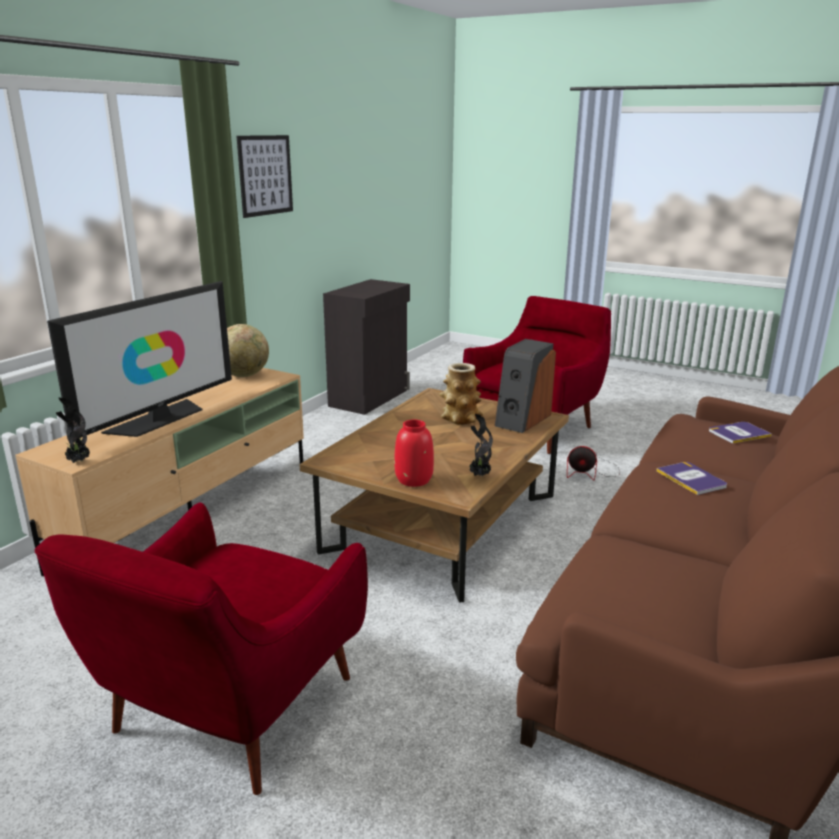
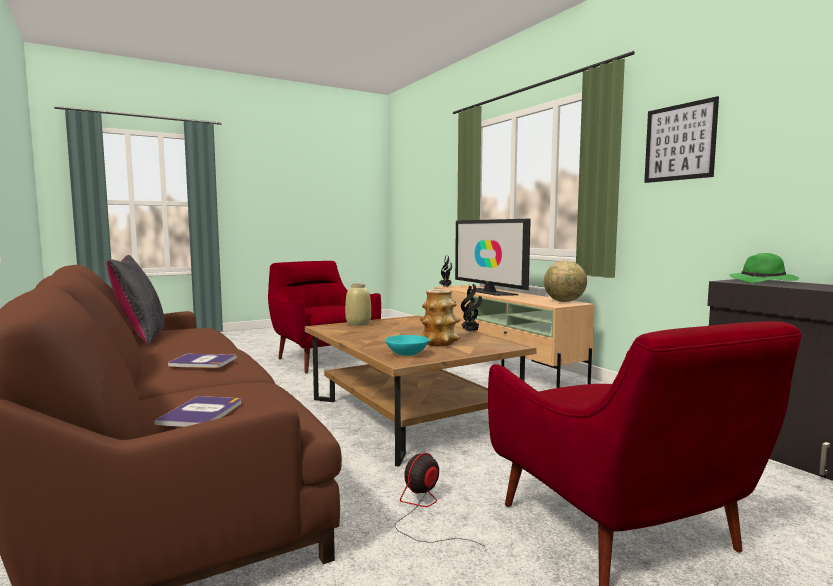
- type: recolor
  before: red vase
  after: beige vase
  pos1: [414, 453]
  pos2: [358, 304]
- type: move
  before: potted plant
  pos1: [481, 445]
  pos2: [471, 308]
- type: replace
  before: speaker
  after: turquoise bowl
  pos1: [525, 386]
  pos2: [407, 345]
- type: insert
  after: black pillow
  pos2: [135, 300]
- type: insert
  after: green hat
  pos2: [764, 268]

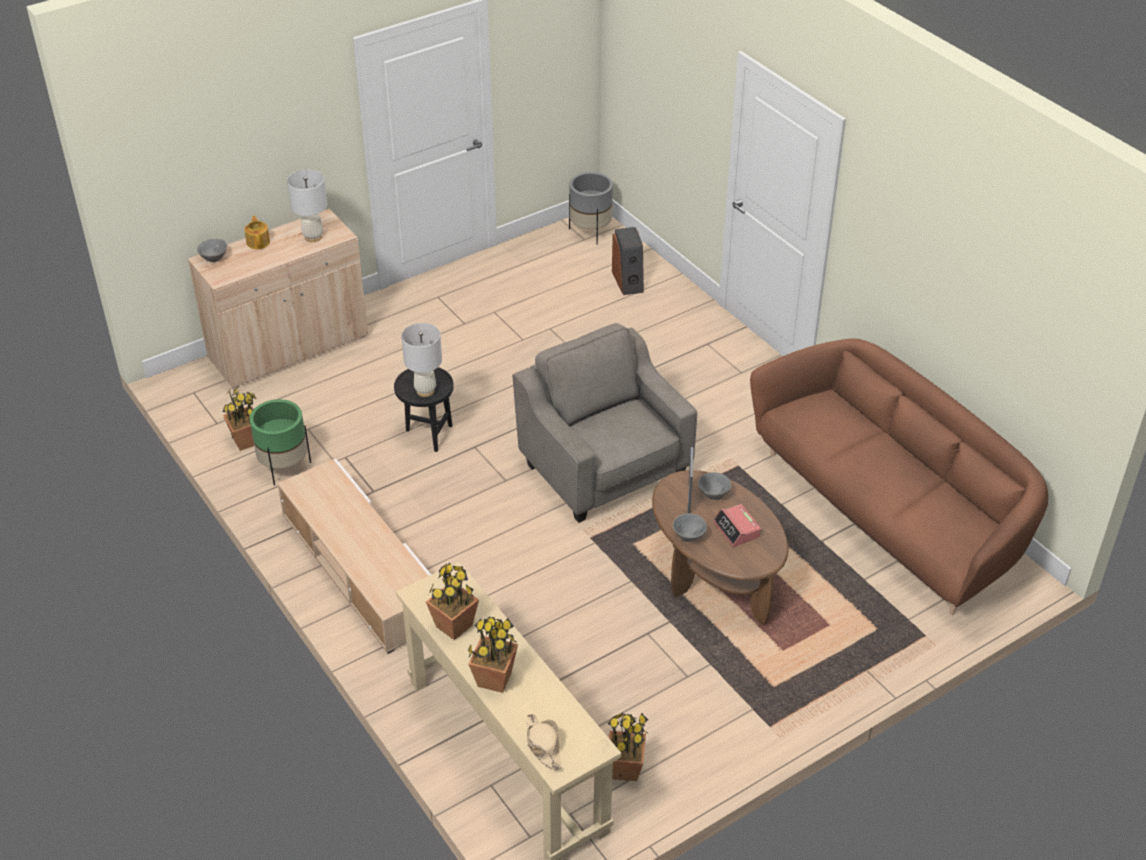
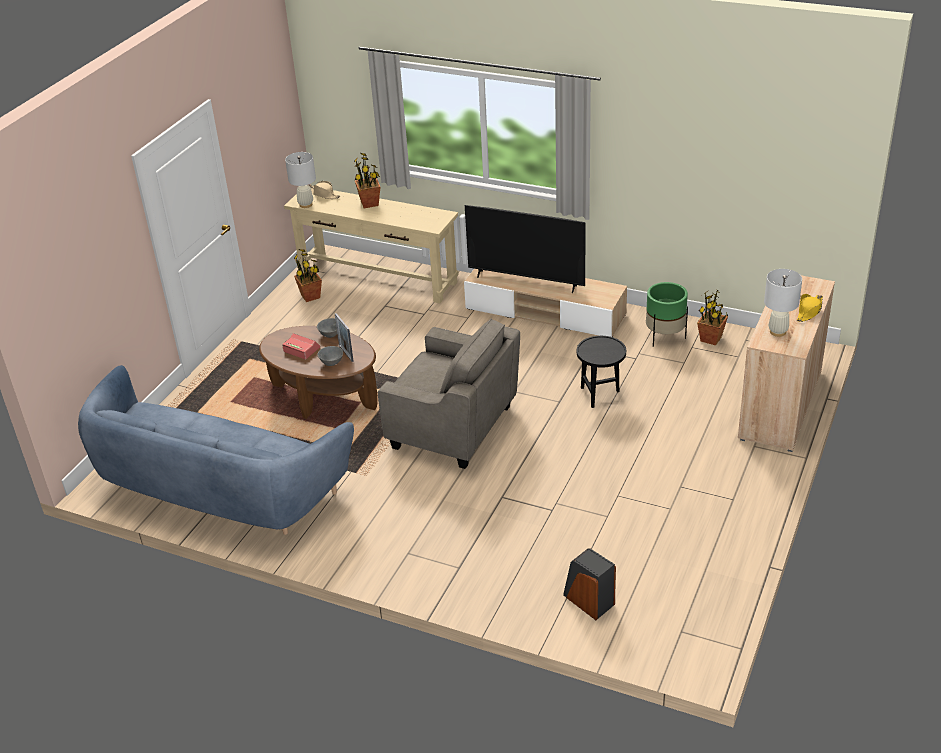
- type: delete
  before: grey bowl
  pos1: [212, 250]
- type: replace
  before: teapot
  after: yellow hat
  pos1: [257, 232]
  pos2: [810, 308]
- type: move
  before: white table lamp
  pos1: [421, 360]
  pos2: [300, 180]
- type: delete
  before: potted plant
  pos1: [452, 601]
- type: delete
  before: grey planter
  pos1: [591, 208]
- type: recolor
  before: brown sofa
  after: blue sofa
  pos1: [899, 476]
  pos2: [216, 450]
- type: insert
  after: television
  pos2: [525, 249]

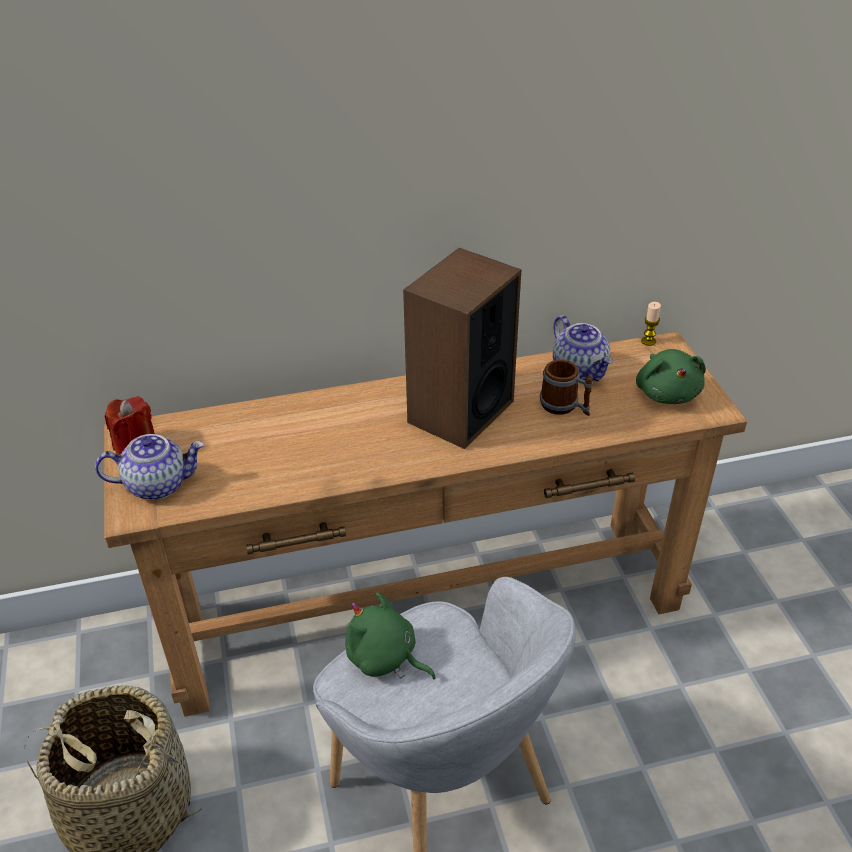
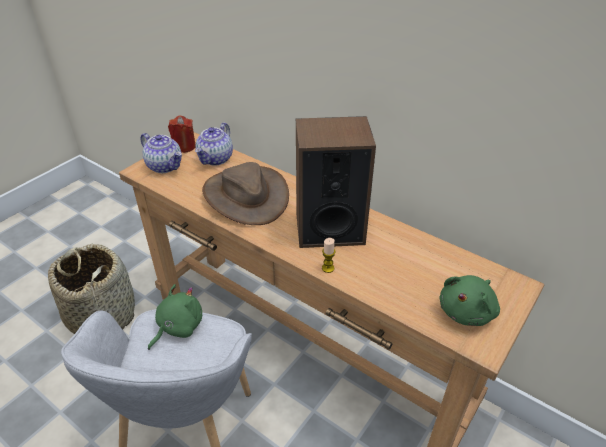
- type: rotate
  before: green plush toy
  pos1: [390, 635]
  pos2: [175, 317]
  turn: 45
- type: delete
  before: mug
  pos1: [566, 388]
- type: move
  before: teapot
  pos1: [583, 348]
  pos2: [214, 144]
- type: move
  before: candle
  pos1: [651, 324]
  pos2: [328, 255]
- type: insert
  after: brown hat
  pos2: [245, 193]

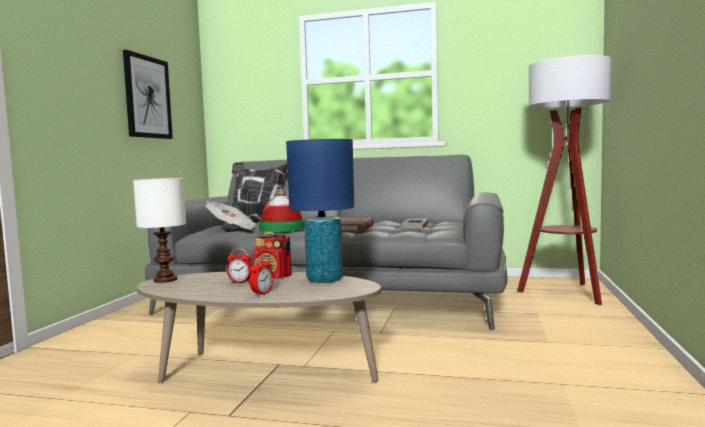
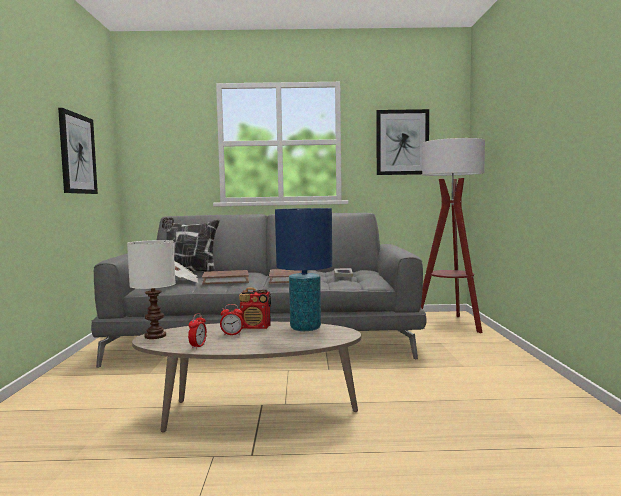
- type: move
  before: alarm clock
  pos1: [261, 276]
  pos2: [197, 331]
- type: replace
  before: hat
  after: brown book
  pos1: [282, 210]
  pos2: [225, 277]
- type: insert
  after: picture
  pos2: [402, 142]

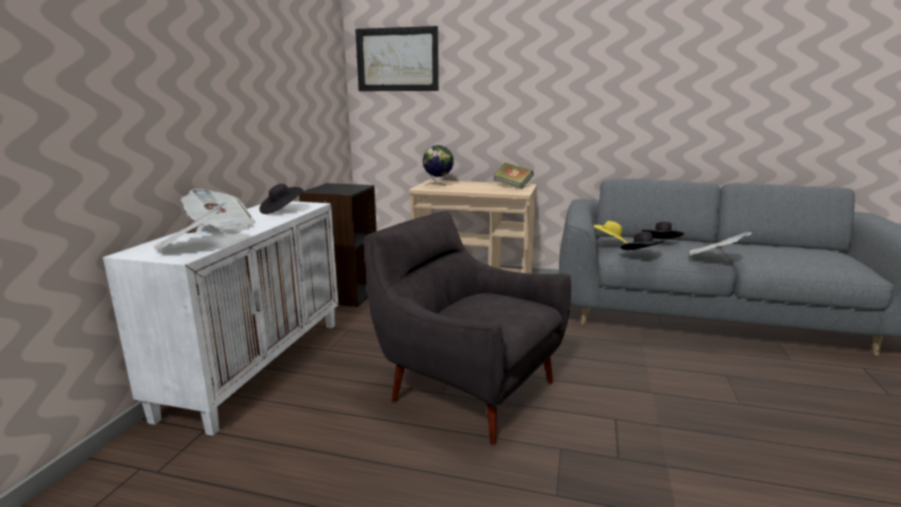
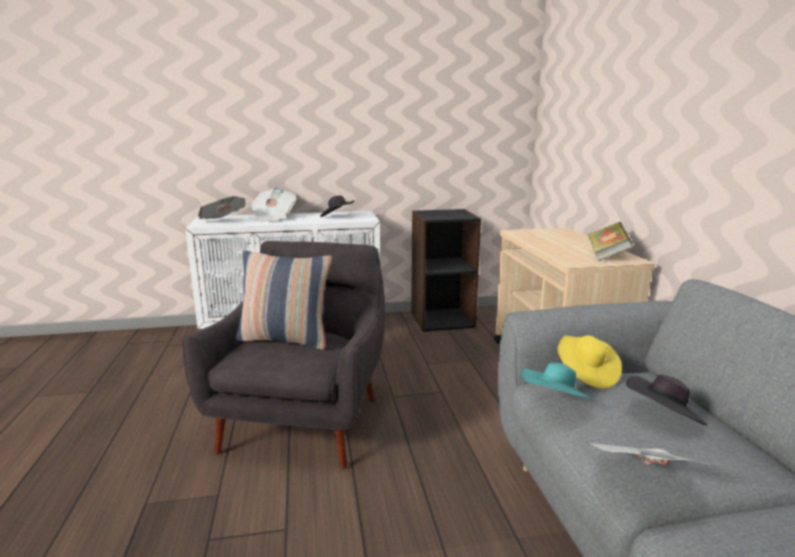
- type: delete
  before: picture
  pos1: [397, 58]
- type: delete
  before: globe
  pos1: [438, 165]
- type: recolor
  before: black hat
  after: turquoise hat
  pos1: [642, 241]
  pos2: [558, 382]
- type: insert
  after: pillow
  pos2: [284, 300]

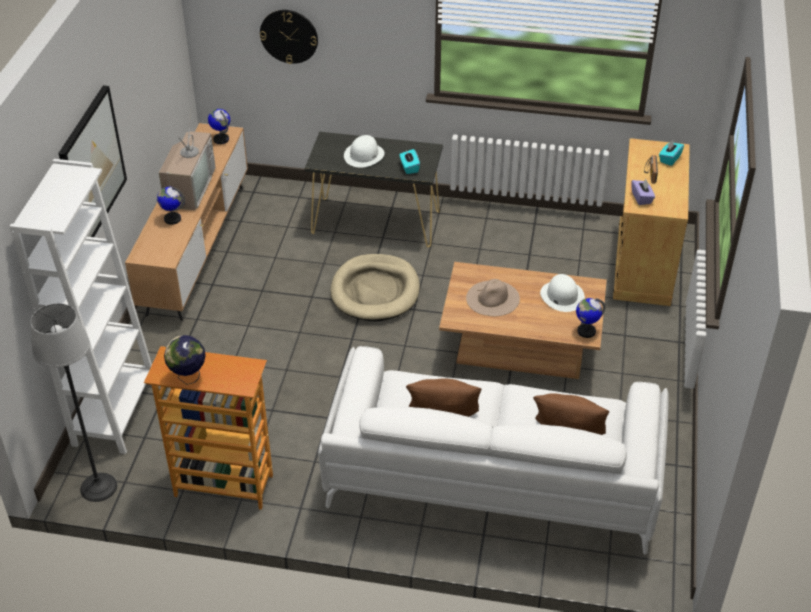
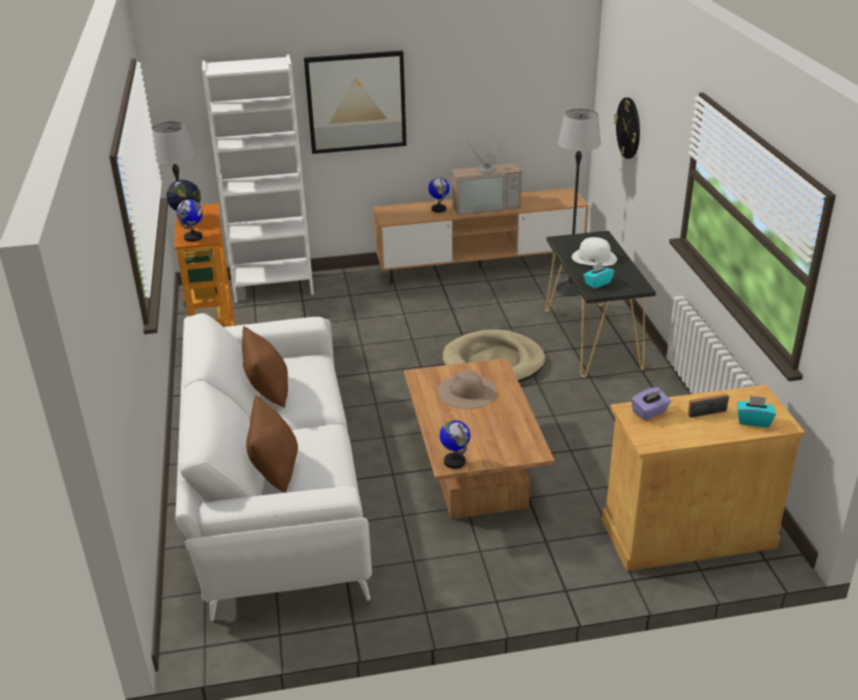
- type: move
  before: globe
  pos1: [219, 126]
  pos2: [190, 220]
- type: delete
  before: white hat
  pos1: [562, 293]
- type: insert
  after: floor lamp
  pos2: [578, 202]

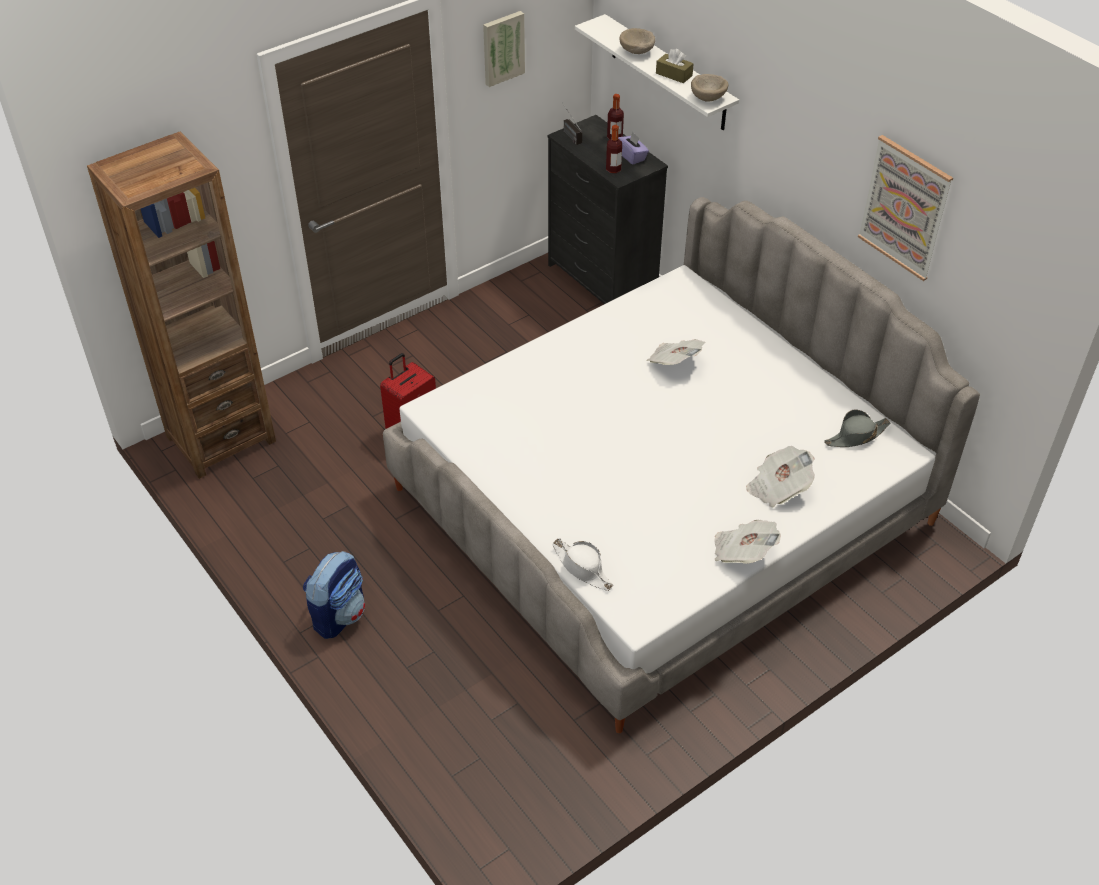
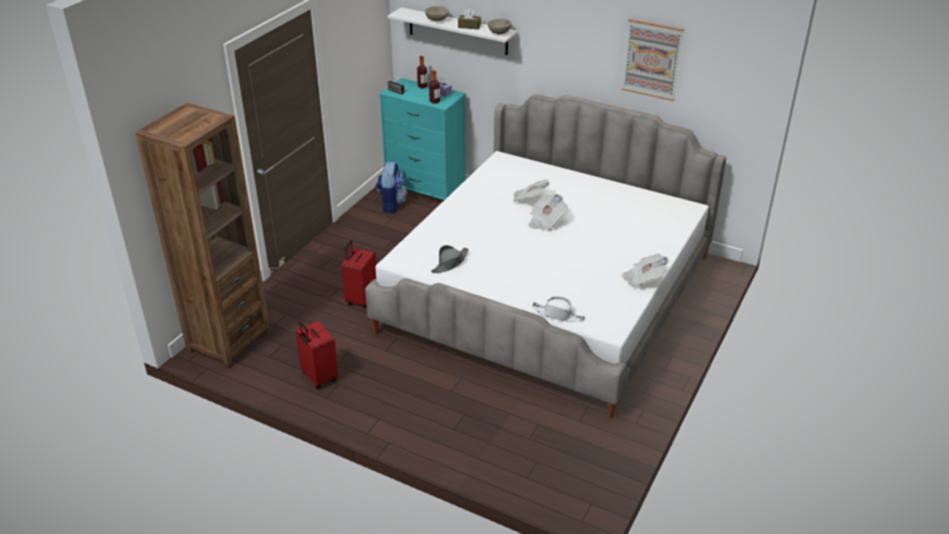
- type: move
  before: backpack
  pos1: [334, 595]
  pos2: [391, 187]
- type: delete
  before: picture
  pos1: [504, 49]
- type: recolor
  before: black dresser
  after: turquoise dresser
  pos1: [607, 209]
  pos2: [422, 139]
- type: move
  before: newspaper
  pos1: [780, 477]
  pos2: [548, 212]
- type: move
  before: grey hat
  pos1: [857, 428]
  pos2: [450, 259]
- type: insert
  after: red suitcase
  pos2: [317, 355]

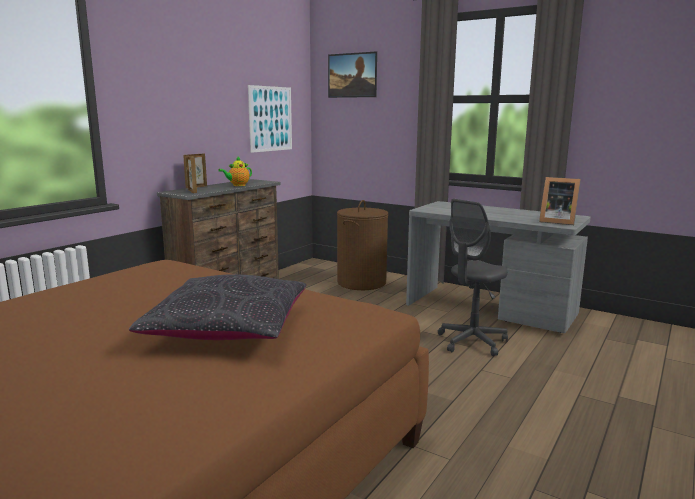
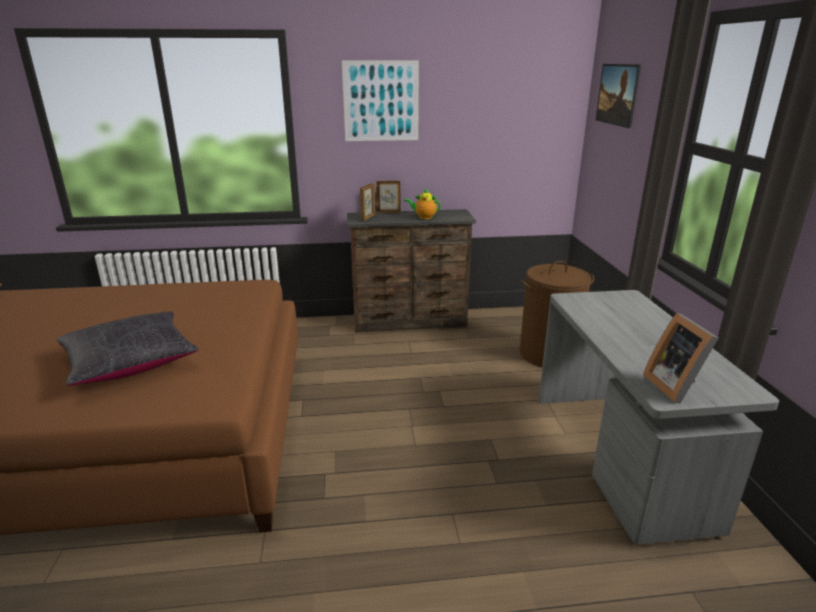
- type: move
  before: picture
  pos1: [270, 119]
  pos2: [380, 101]
- type: delete
  before: grey office chair
  pos1: [473, 277]

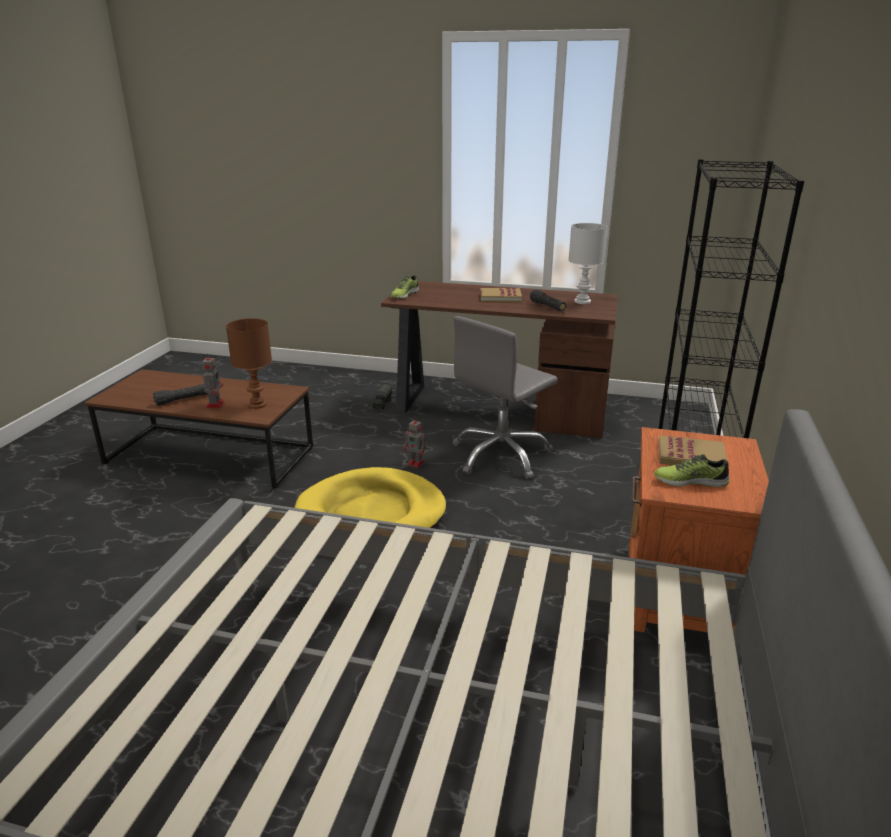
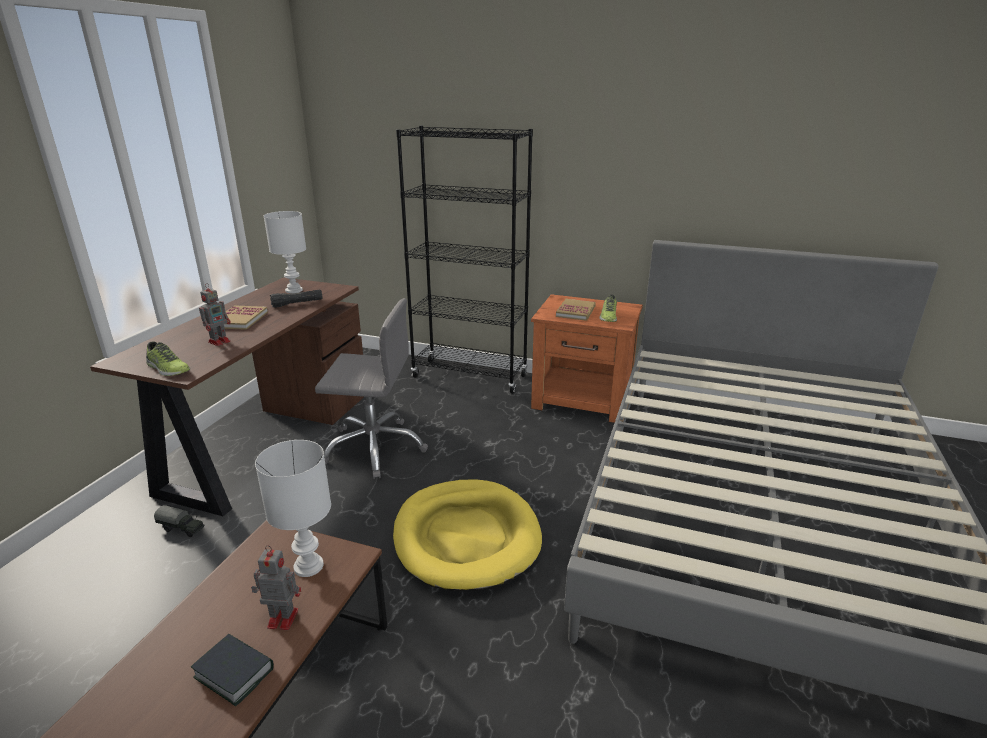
- type: replace
  before: black flashlight
  after: book
  pos1: [180, 395]
  pos2: [232, 670]
- type: recolor
  before: brown table lamp
  after: white table lamp
  pos1: [249, 363]
  pos2: [293, 508]
- type: move
  before: toy robot
  pos1: [416, 442]
  pos2: [215, 314]
- type: rotate
  before: grey office chair
  pos1: [505, 397]
  pos2: [371, 388]
  turn: -45

